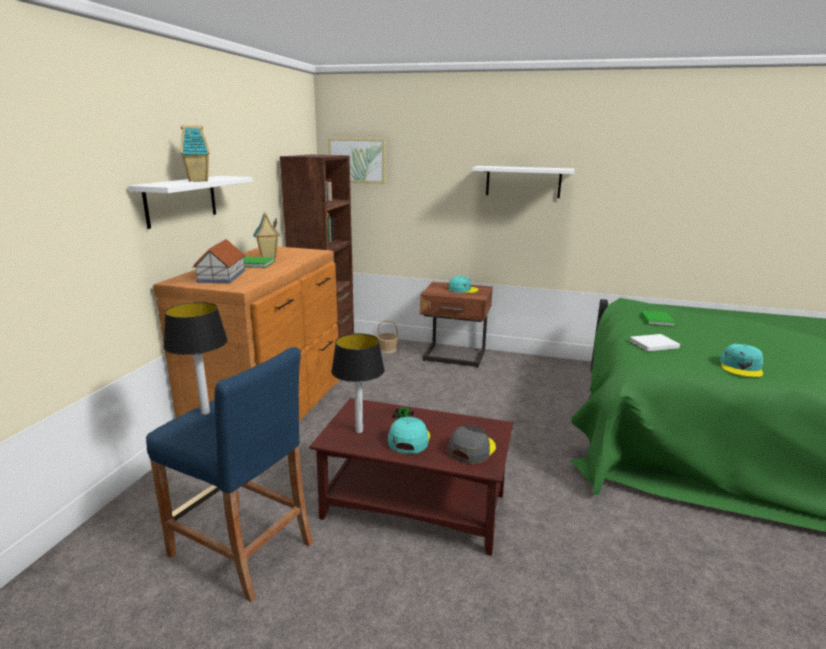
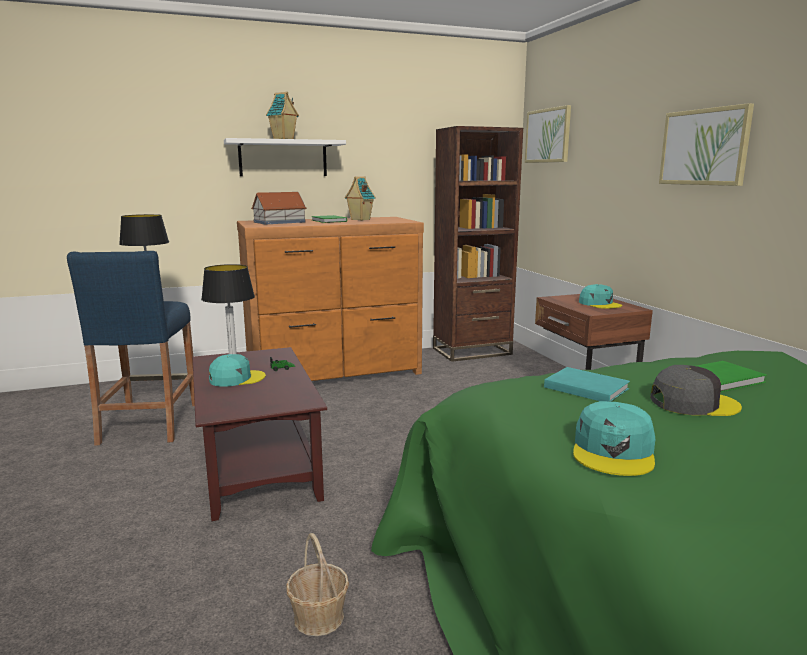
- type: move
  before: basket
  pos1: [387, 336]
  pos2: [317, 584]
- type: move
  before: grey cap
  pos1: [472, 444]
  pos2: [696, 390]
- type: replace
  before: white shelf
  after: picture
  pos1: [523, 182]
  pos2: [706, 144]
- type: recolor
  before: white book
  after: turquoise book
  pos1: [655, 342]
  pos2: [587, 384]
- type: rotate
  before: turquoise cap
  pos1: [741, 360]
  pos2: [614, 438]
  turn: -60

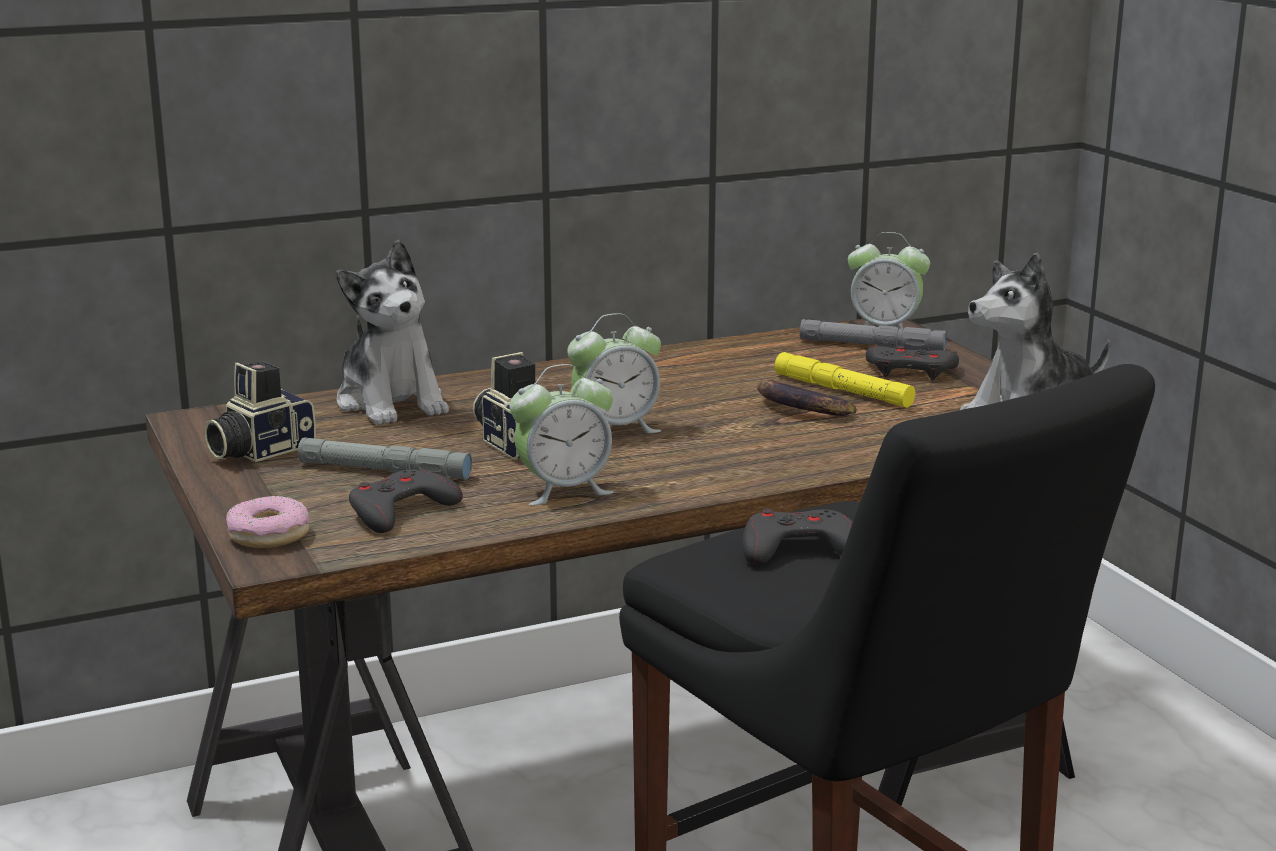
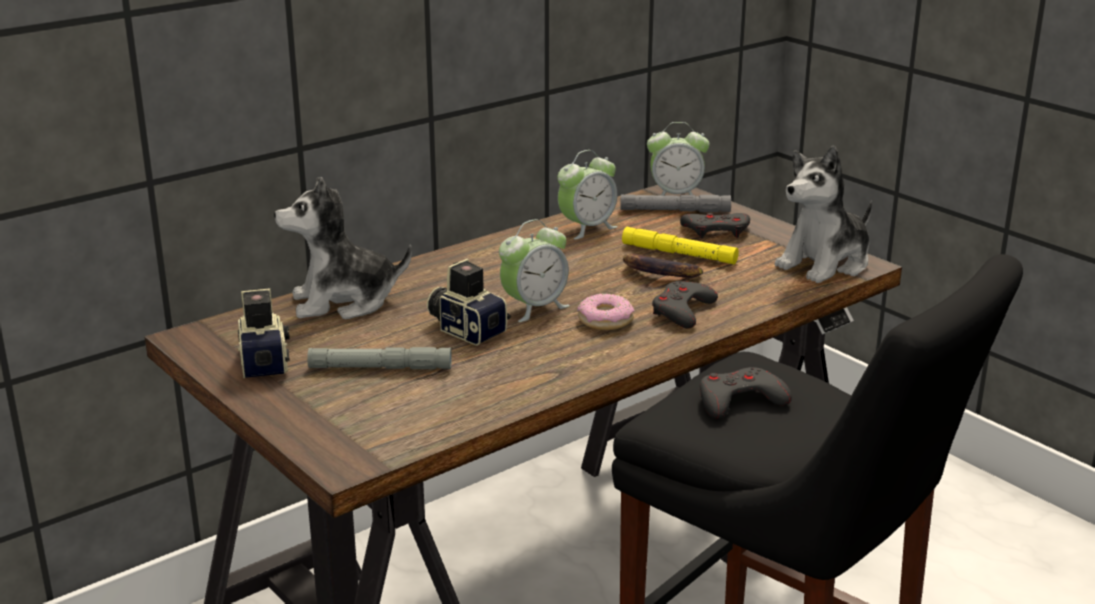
- type: rotate
  before: photo camera
  pos1: [260, 412]
  pos2: [264, 333]
  turn: 135
- type: move
  before: donut
  pos1: [267, 521]
  pos2: [605, 311]
- type: rotate
  before: plush toy
  pos1: [392, 332]
  pos2: [343, 248]
  turn: 120
- type: move
  before: grey game controller
  pos1: [406, 501]
  pos2: [685, 304]
- type: move
  before: alarm clock
  pos1: [561, 435]
  pos2: [588, 194]

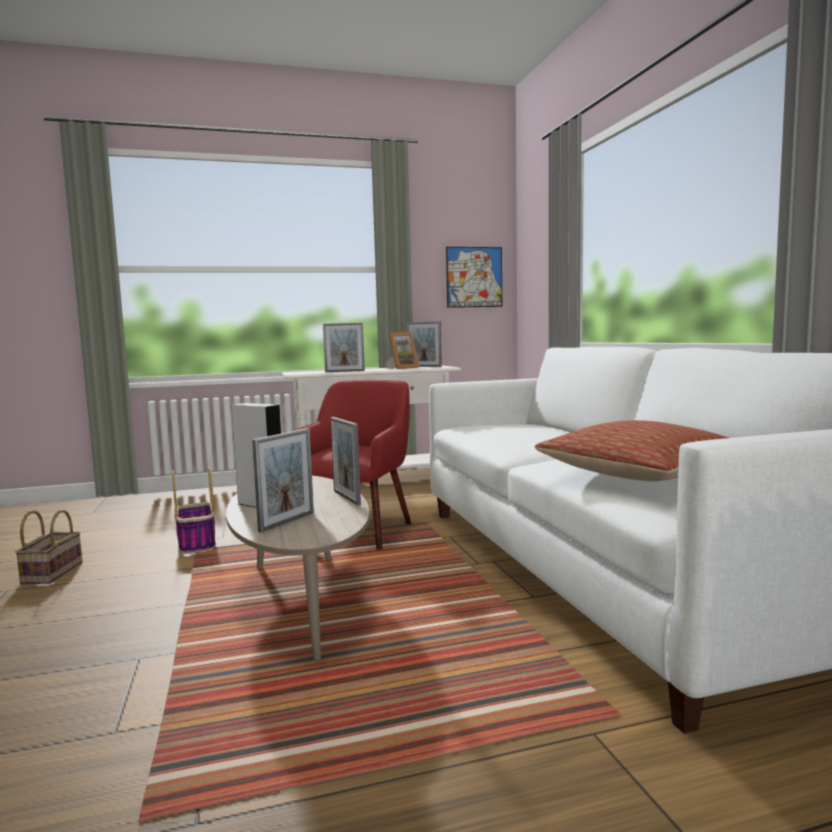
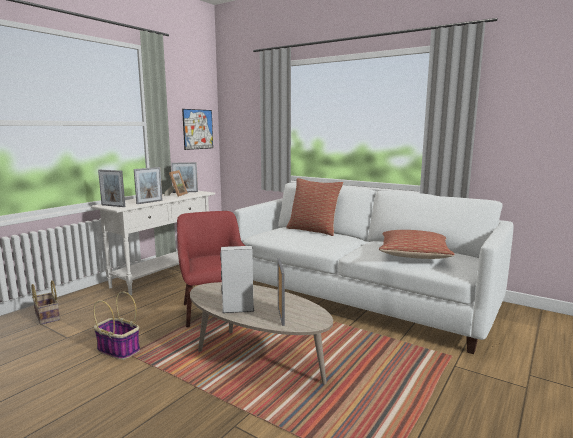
- type: move
  before: basket
  pos1: [48, 547]
  pos2: [45, 302]
- type: move
  before: picture frame
  pos1: [346, 461]
  pos2: [111, 188]
- type: insert
  after: pillow
  pos2: [314, 207]

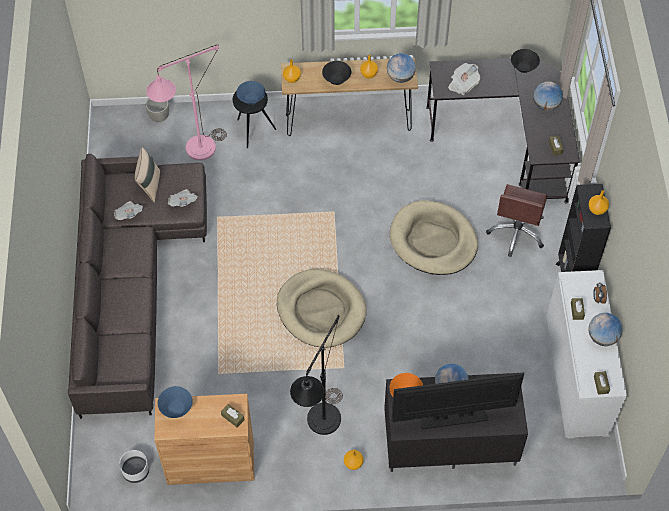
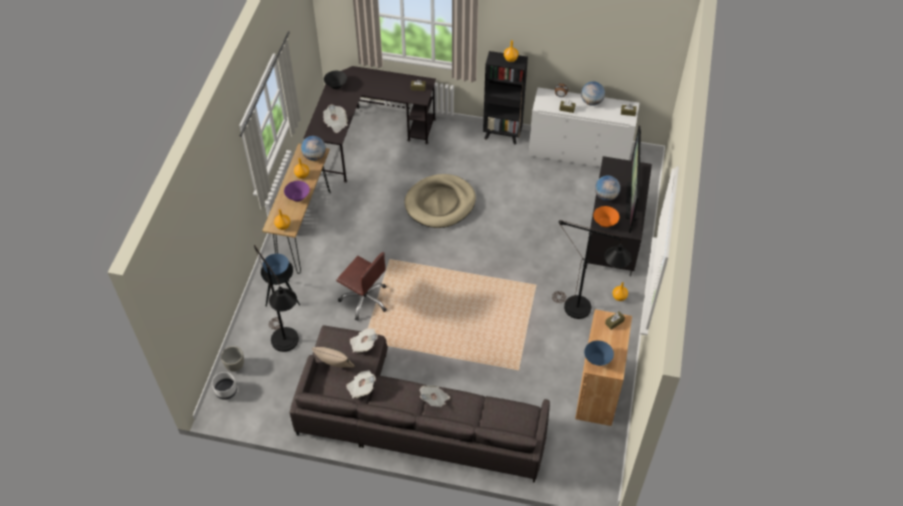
- type: move
  before: white planter
  pos1: [134, 466]
  pos2: [224, 386]
- type: recolor
  before: pink floor lamp
  after: black floor lamp
  pos1: [186, 102]
  pos2: [276, 298]
- type: delete
  before: beige dog bed
  pos1: [322, 308]
- type: recolor
  before: black bowl
  after: purple bowl
  pos1: [336, 73]
  pos2: [297, 191]
- type: move
  before: brown office chair
  pos1: [517, 220]
  pos2: [361, 286]
- type: delete
  before: globe
  pos1: [548, 96]
- type: insert
  after: newspaper
  pos2: [434, 396]

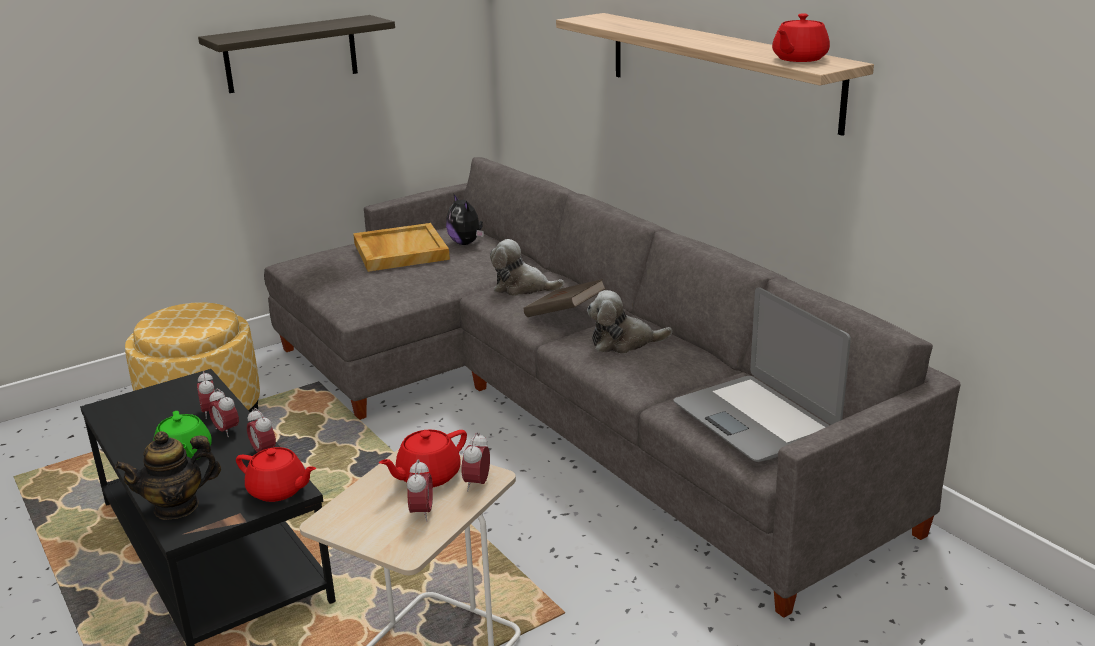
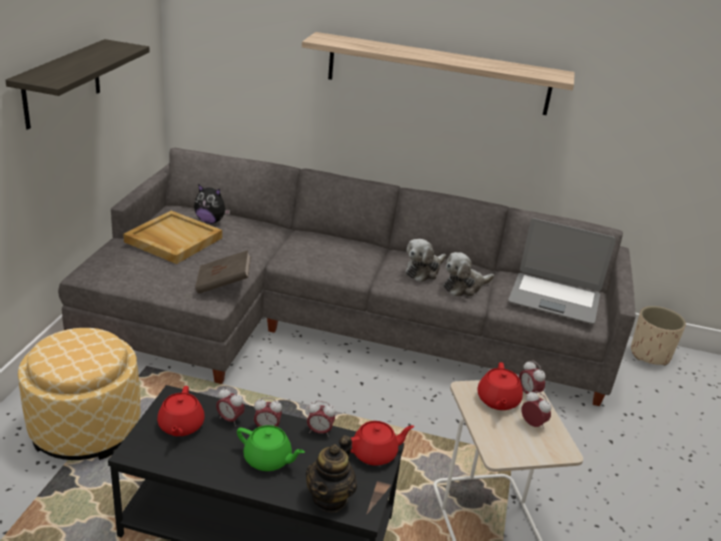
- type: move
  before: plush toy
  pos1: [527, 267]
  pos2: [468, 274]
- type: move
  before: brown book
  pos1: [565, 298]
  pos2: [223, 272]
- type: move
  before: red teapot
  pos1: [801, 38]
  pos2: [181, 411]
- type: insert
  after: beige planter
  pos2: [658, 336]

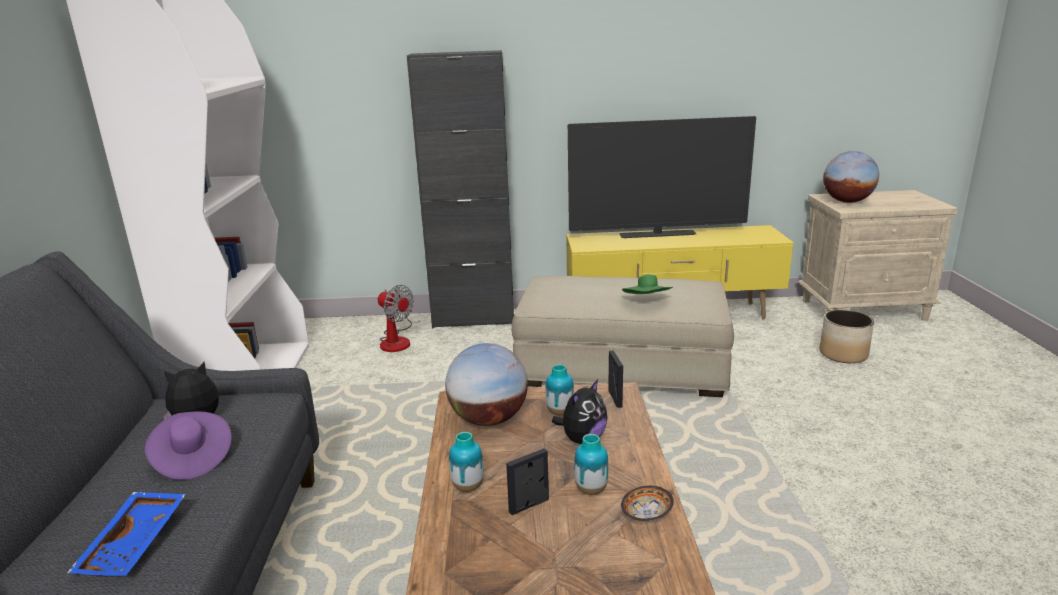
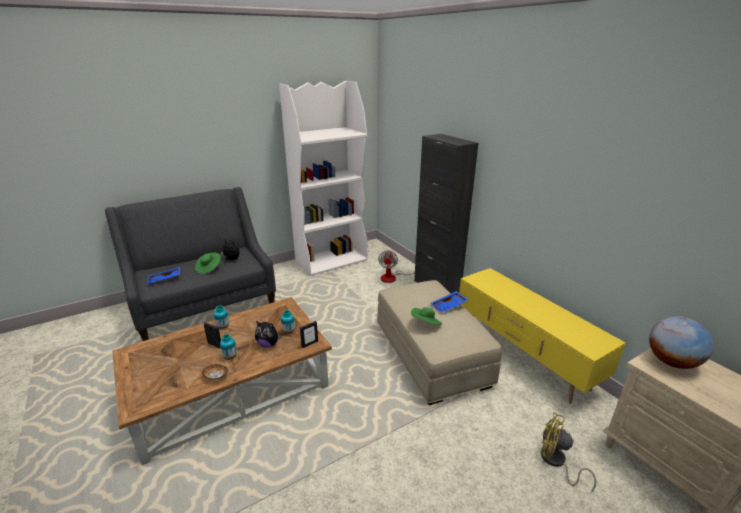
- type: recolor
  before: purple hat
  after: green hat
  pos1: [188, 446]
  pos2: [208, 263]
- type: delete
  before: globe
  pos1: [486, 384]
- type: delete
  before: television
  pos1: [662, 177]
- type: replace
  before: planter
  after: yellow fan
  pos1: [847, 336]
  pos2: [568, 451]
- type: insert
  after: blue tray
  pos2: [449, 301]

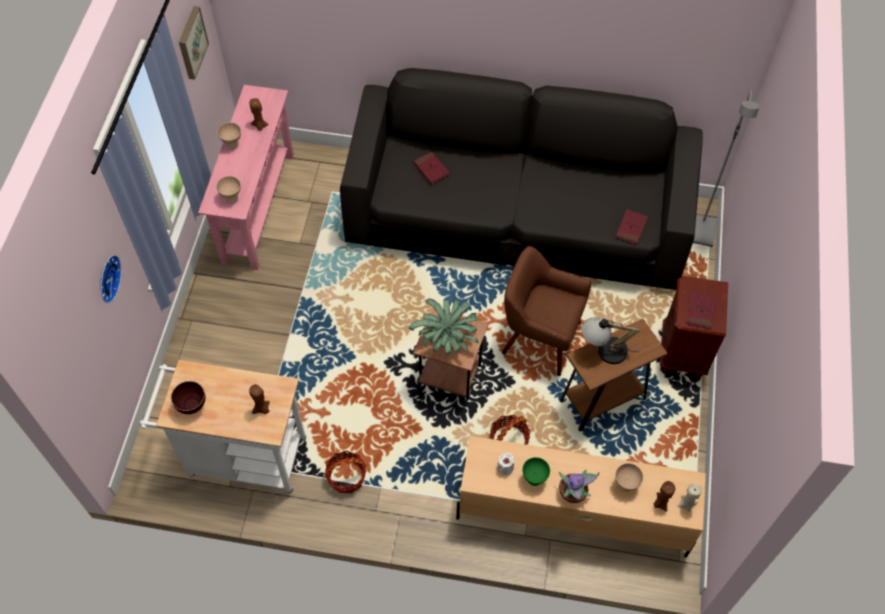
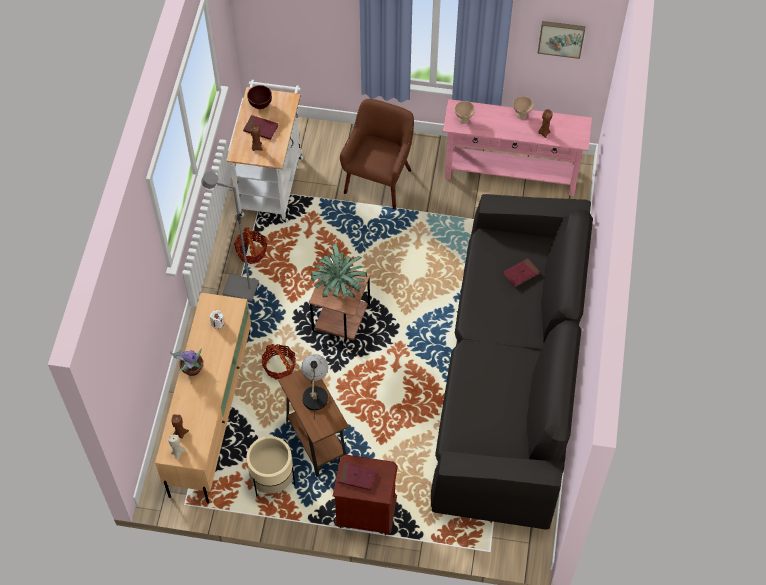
- type: delete
  before: wall clock
  pos1: [111, 279]
- type: move
  before: brown armchair
  pos1: [546, 311]
  pos2: [377, 154]
- type: delete
  before: green bowl
  pos1: [536, 471]
- type: delete
  before: beige bowl
  pos1: [629, 477]
- type: move
  before: red book
  pos1: [632, 227]
  pos2: [261, 127]
- type: move
  before: grey floor lamp
  pos1: [726, 168]
  pos2: [230, 236]
- type: insert
  after: beige planter
  pos2: [271, 466]

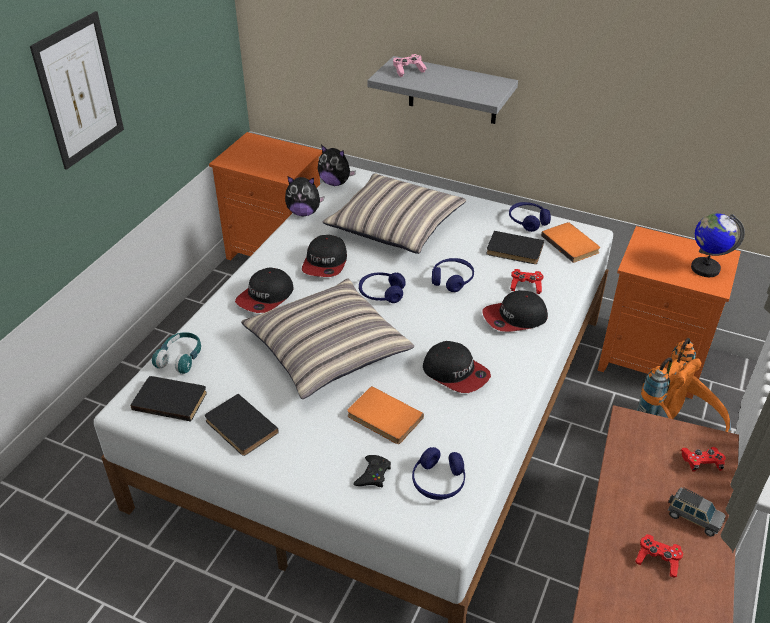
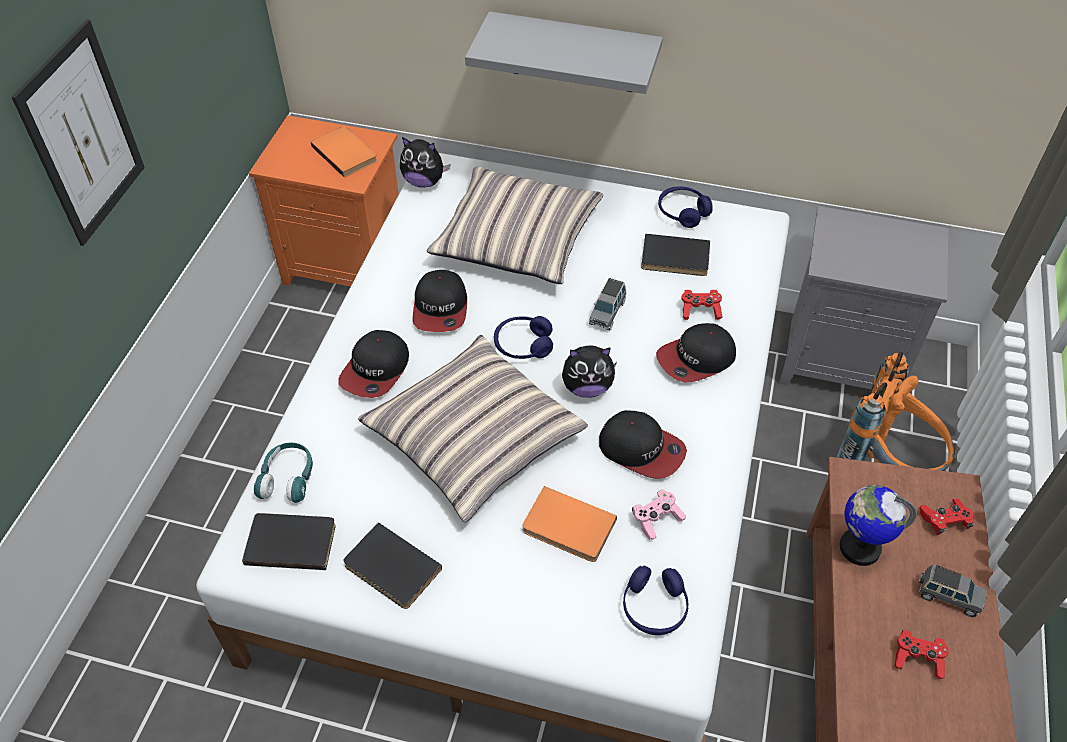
- type: move
  before: plush toy
  pos1: [305, 196]
  pos2: [589, 371]
- type: delete
  before: black game controller
  pos1: [372, 471]
- type: move
  before: pink game controller
  pos1: [410, 65]
  pos2: [659, 515]
- type: replace
  before: blue headphones
  after: grey toy car
  pos1: [453, 275]
  pos2: [607, 304]
- type: move
  before: orange book
  pos1: [570, 242]
  pos2: [344, 151]
- type: recolor
  before: orange nightstand
  after: grey nightstand
  pos1: [669, 312]
  pos2: [863, 297]
- type: move
  before: globe
  pos1: [718, 245]
  pos2: [878, 525]

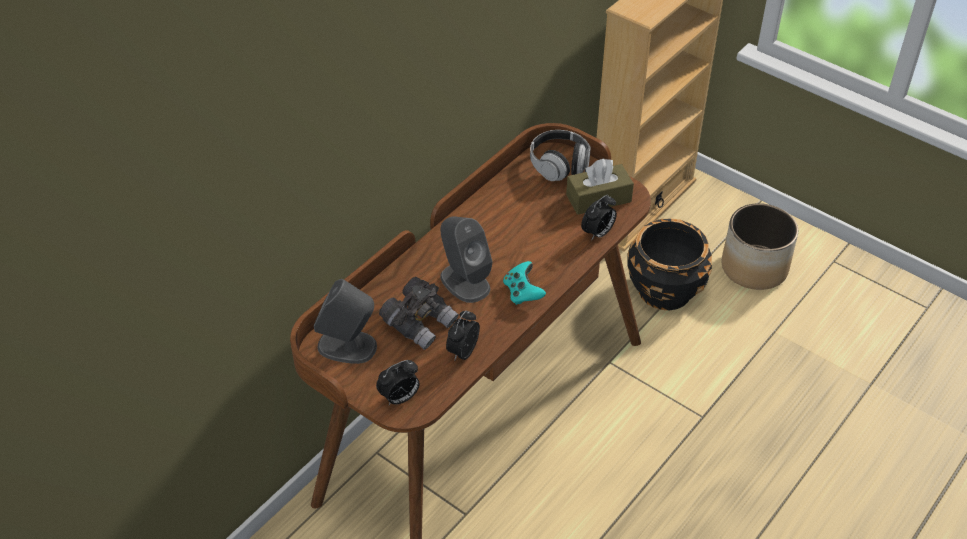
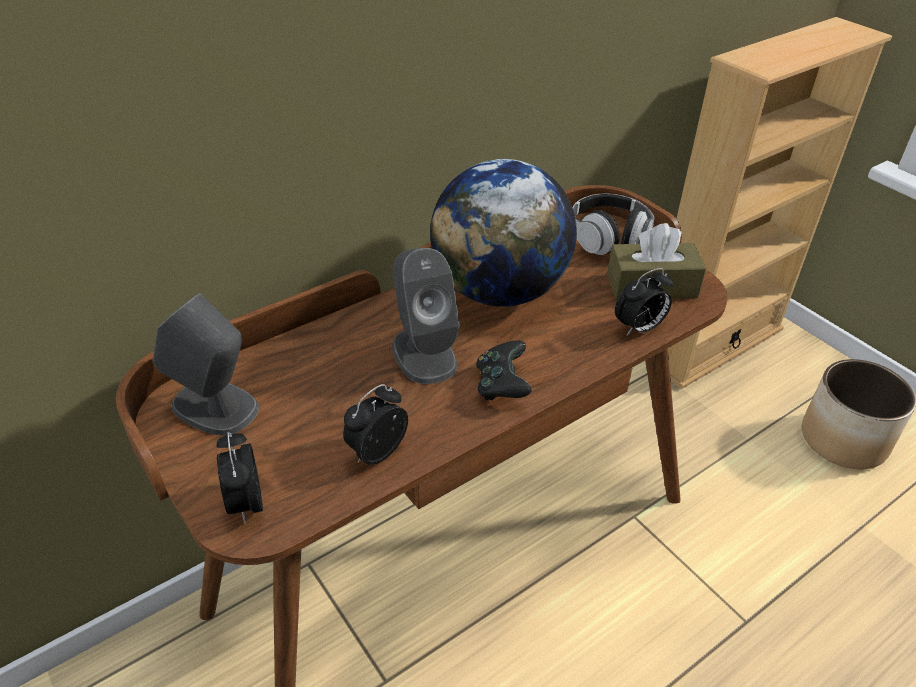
- type: rotate
  before: alarm clock
  pos1: [398, 382]
  pos2: [239, 477]
  turn: 90
- type: delete
  before: grey binoculars
  pos1: [419, 313]
- type: recolor
  before: turquoise game controller
  after: black game controller
  pos1: [524, 283]
  pos2: [504, 370]
- type: delete
  before: black planter
  pos1: [669, 264]
- type: insert
  after: globe
  pos2: [503, 233]

